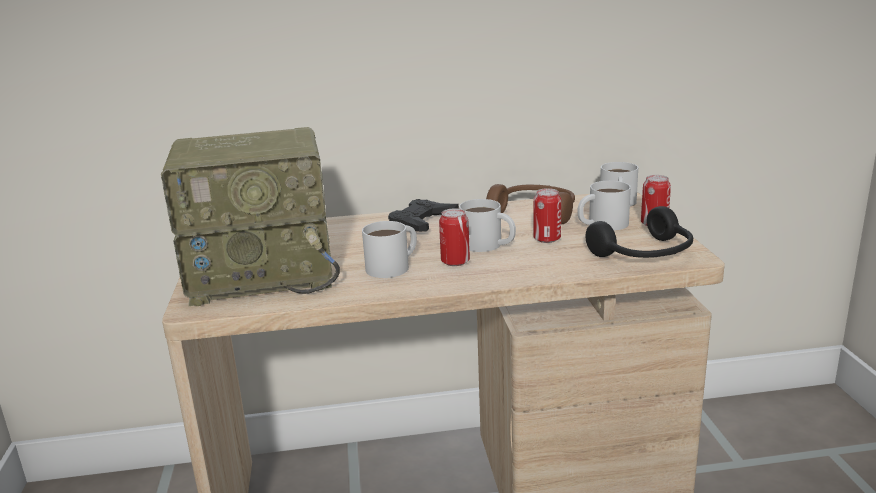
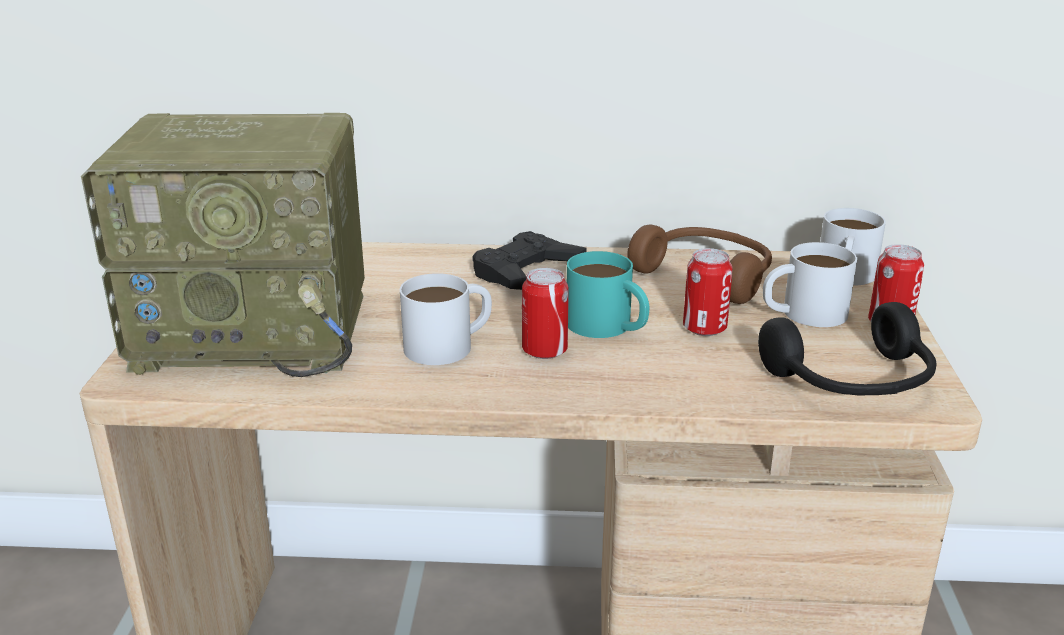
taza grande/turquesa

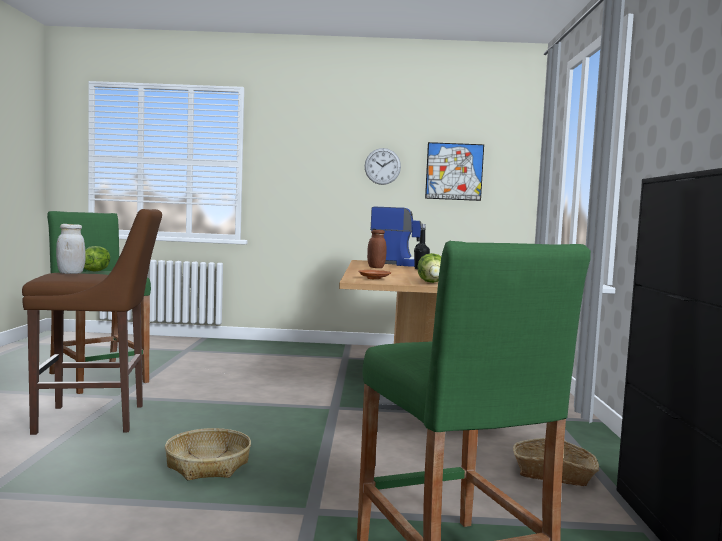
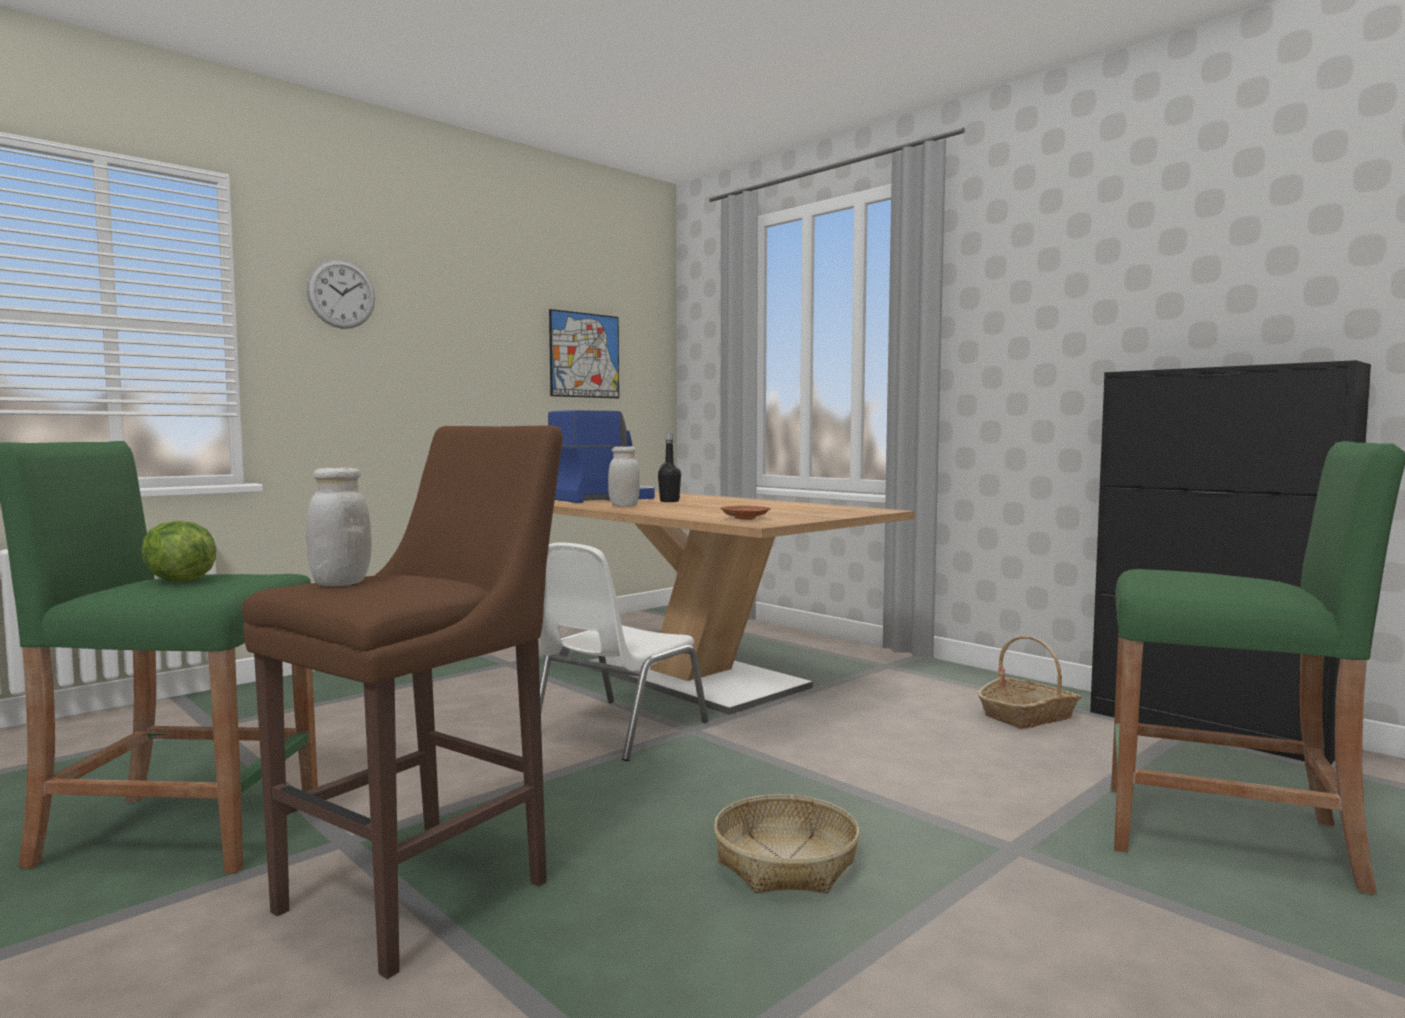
lechuga (2nd from left in the first image)
silla/blanco
reloj de pared
tarro/blanco (2nd from left)

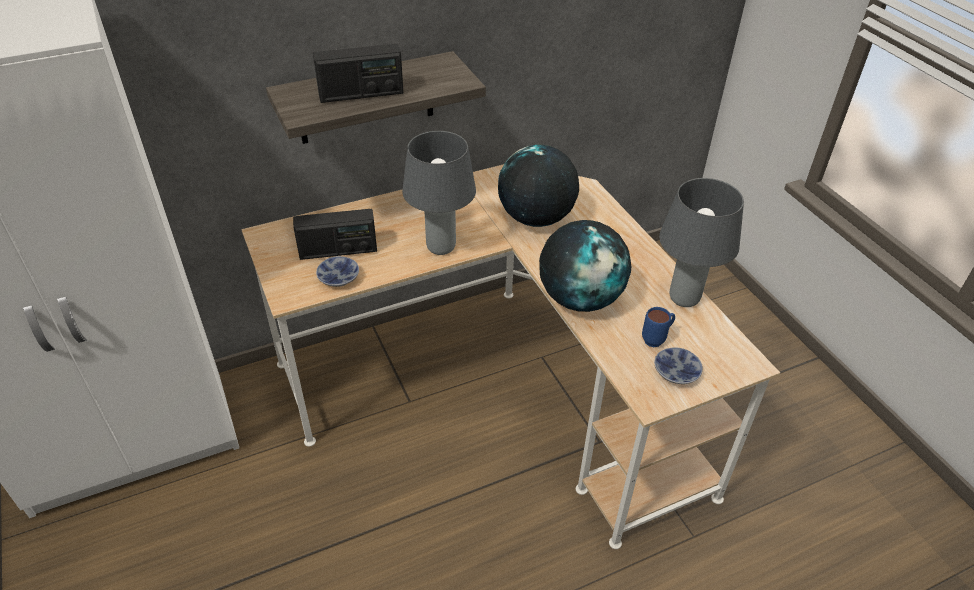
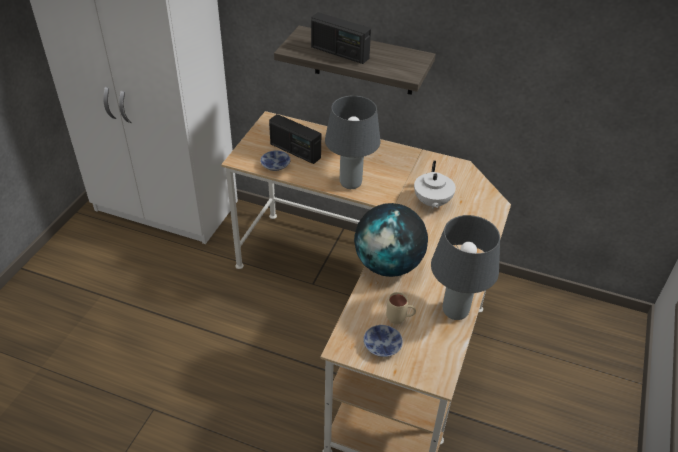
tetera/blanco
taza grande/beis

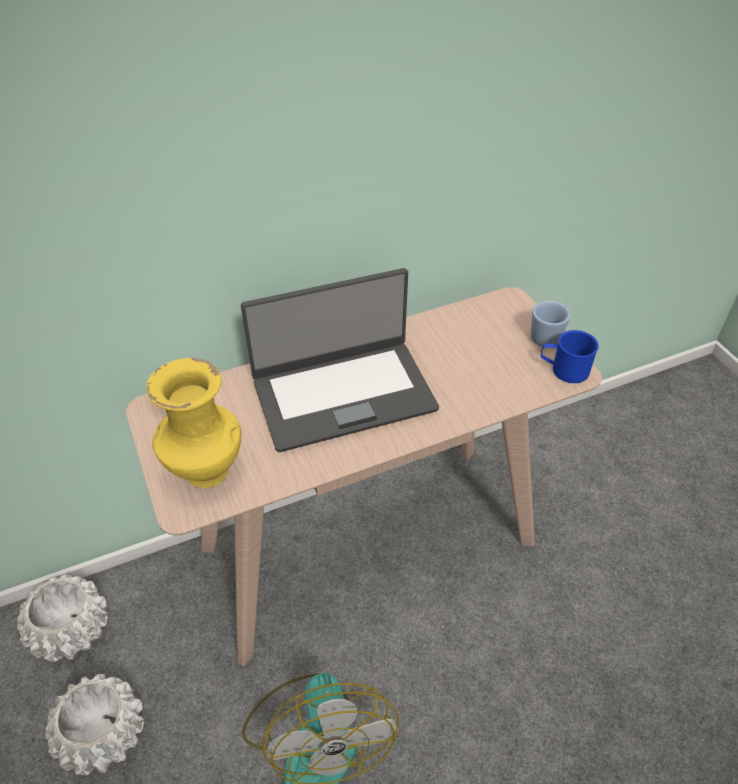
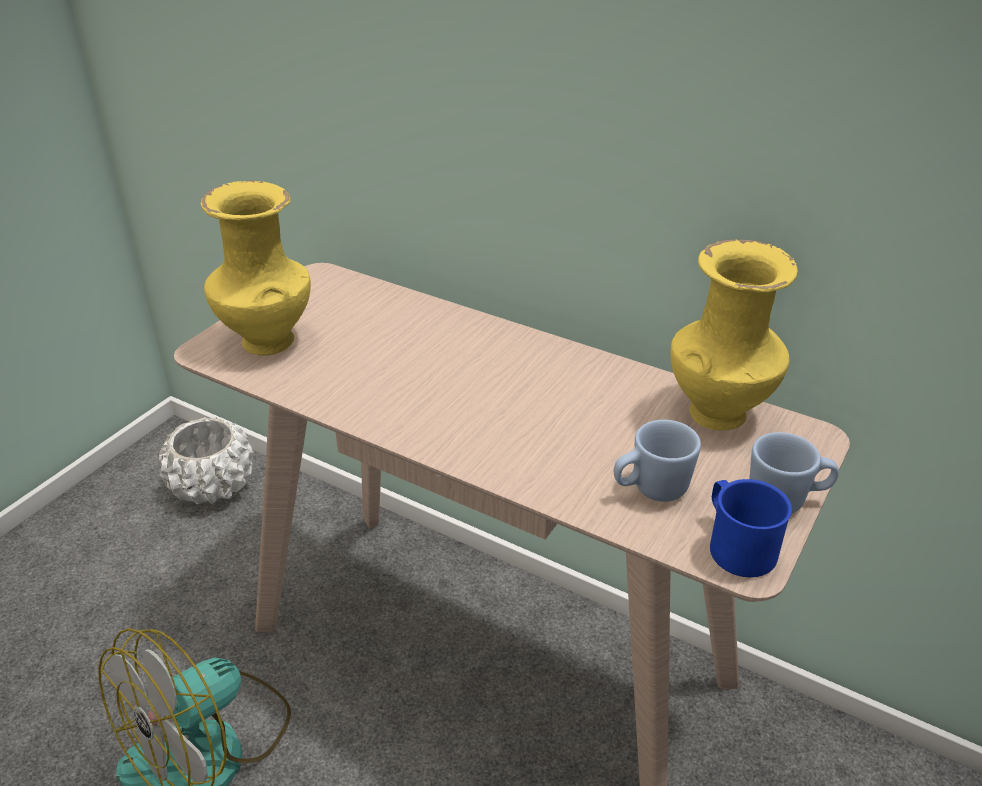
maceta/blanco (2nd from left in the first image)
portátil
taza grande/azul (1st from left)
florero/amarillo (2nd from left)

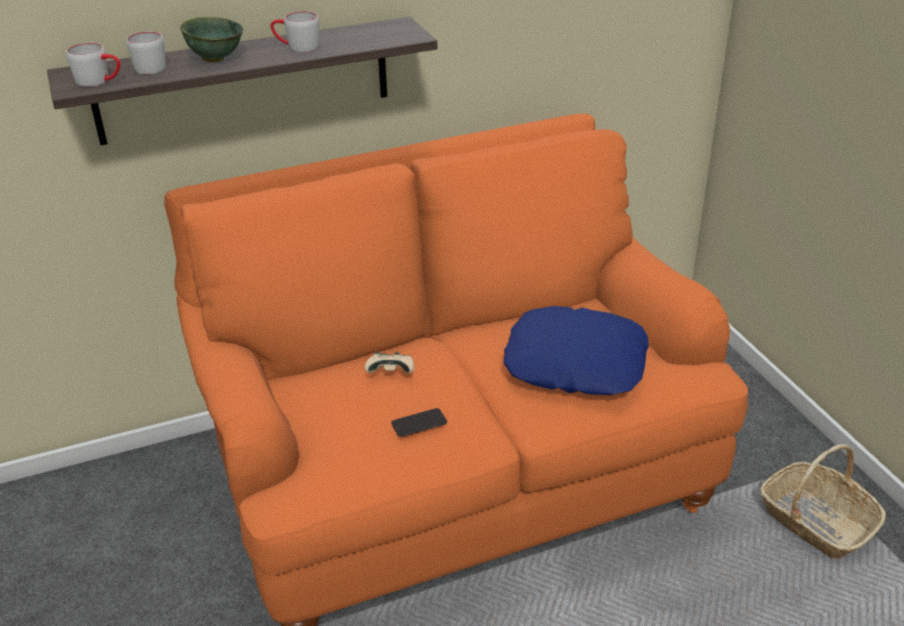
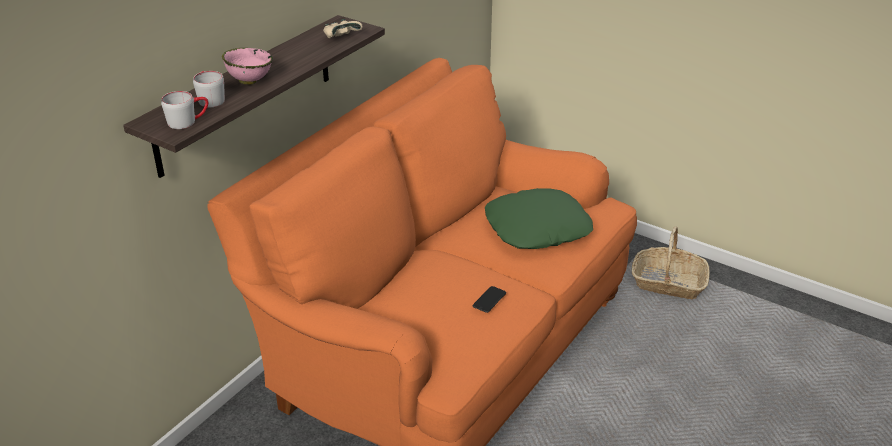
taza grande/gris (3rd from left in the first image)
mando de consola/beis
cuenco/rosa
cojín/verde

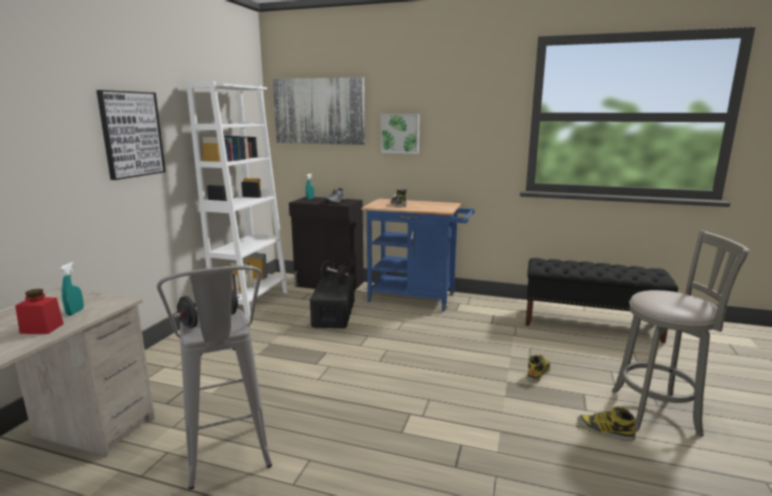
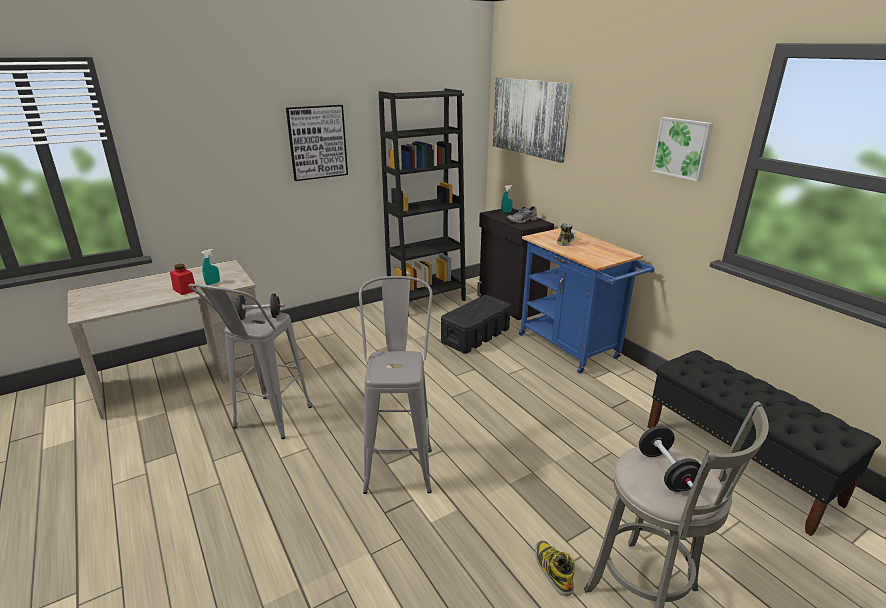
bota (1st from left in the first image)
taburete/gris (2nd from left)
mancuerna/negro (2nd from left)
cuadro (3rd from left)
estantería/negro

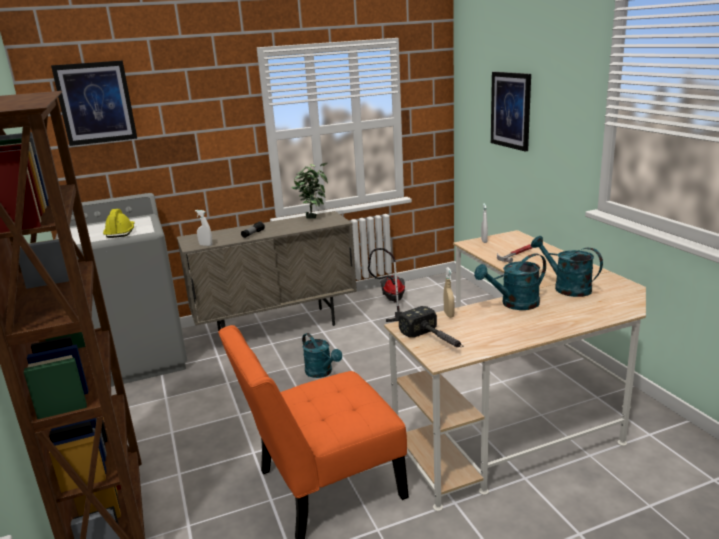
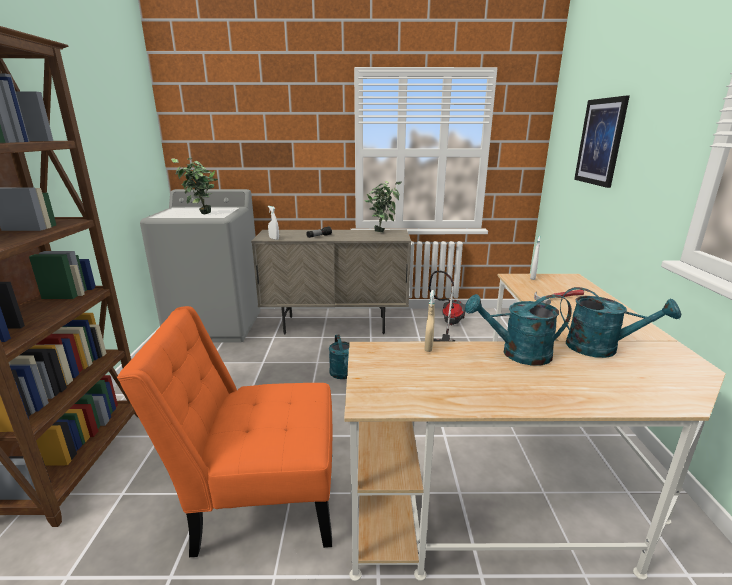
cuadro (1st from left in the first image)
martillo (1st from left in the first image)
planta en maceta (1st from left)
regadera/turquesa (3rd from left)

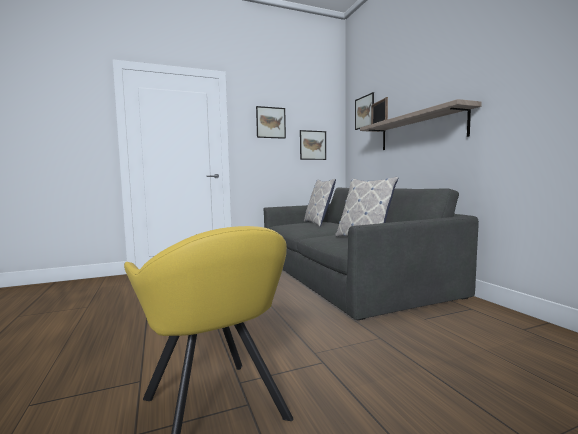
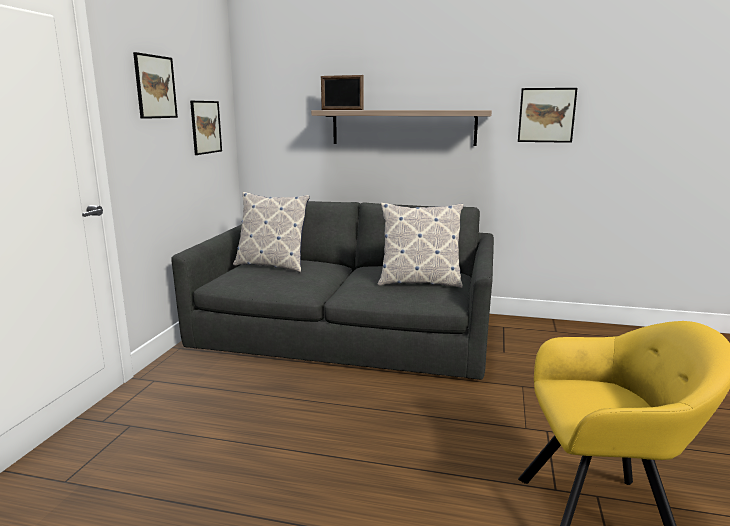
cuadro (3rd from left)

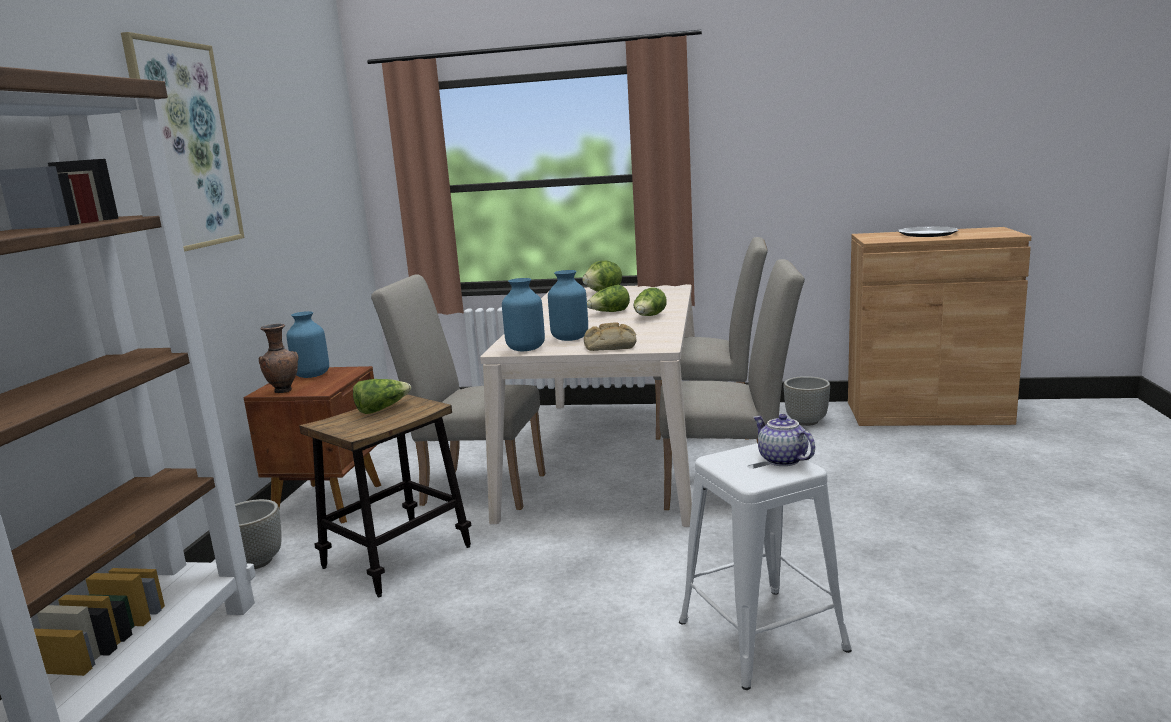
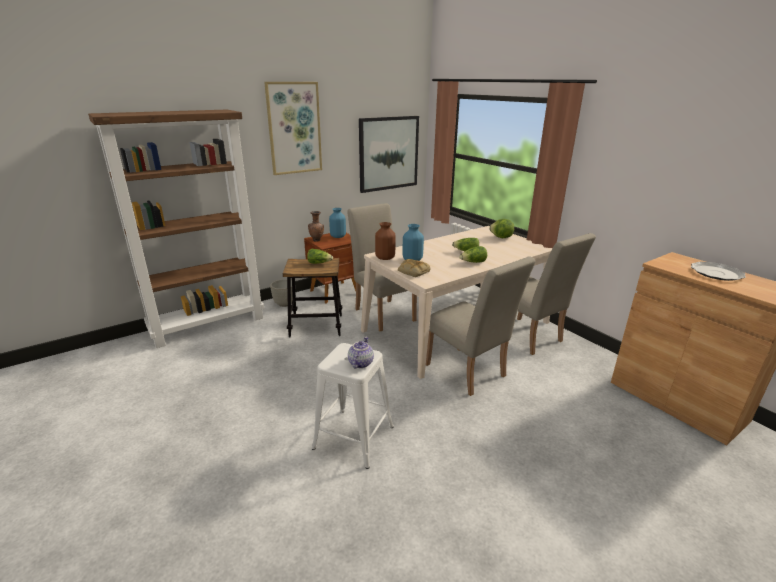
maceta/gris (2nd from left in the first image)
cuadro (2nd from left)
florero/marrón (2nd from left)

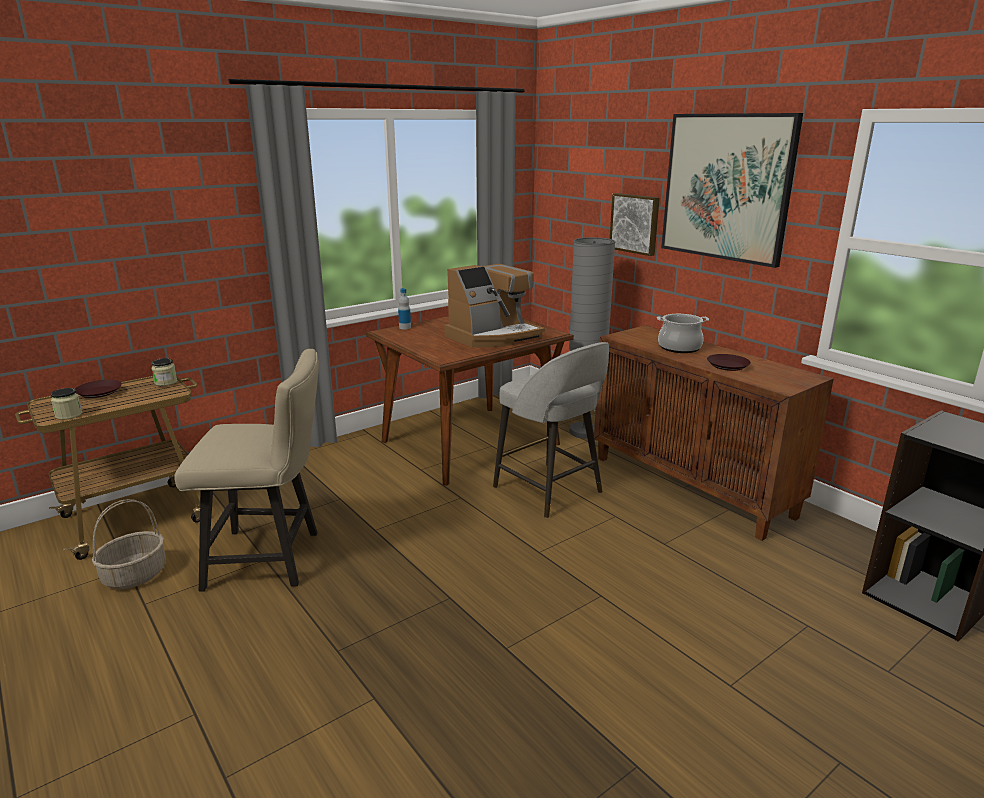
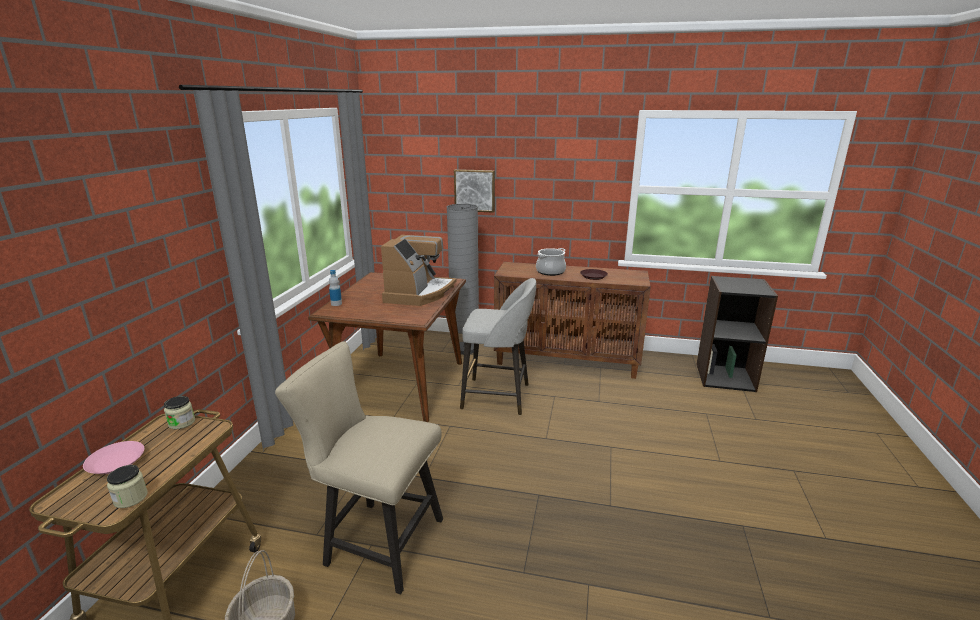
cuadro (2nd from left in the first image)
plato/rosa
silla/beis

